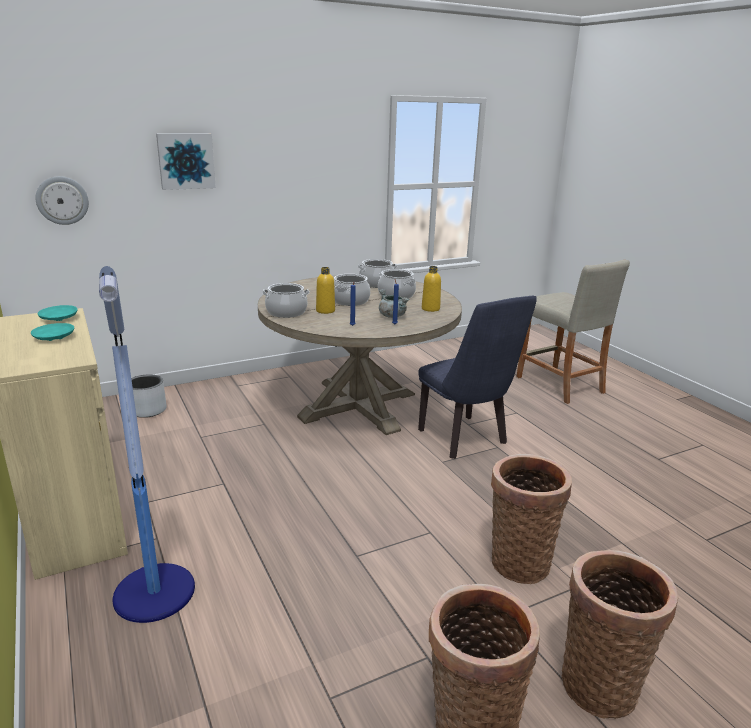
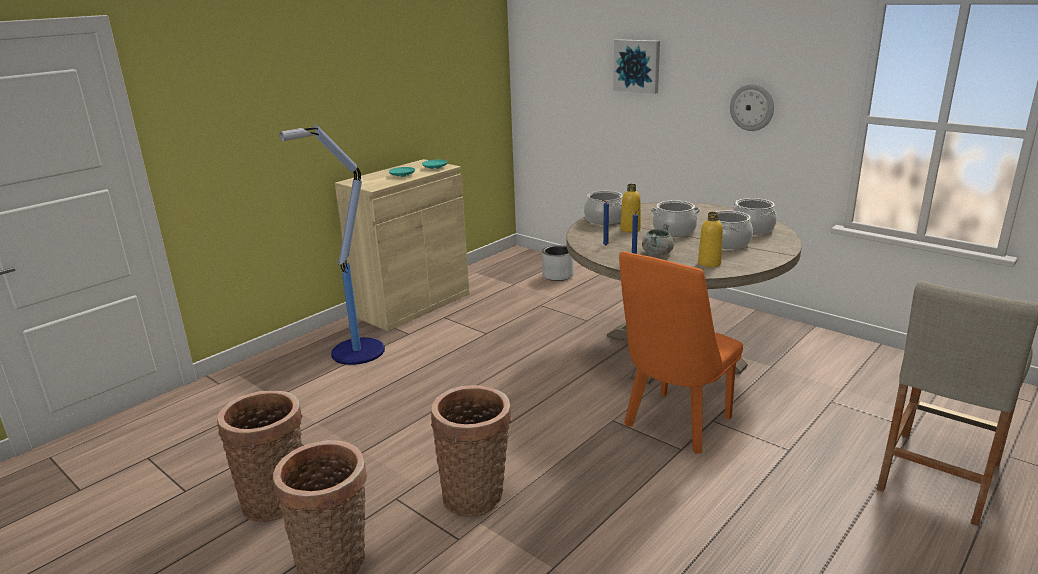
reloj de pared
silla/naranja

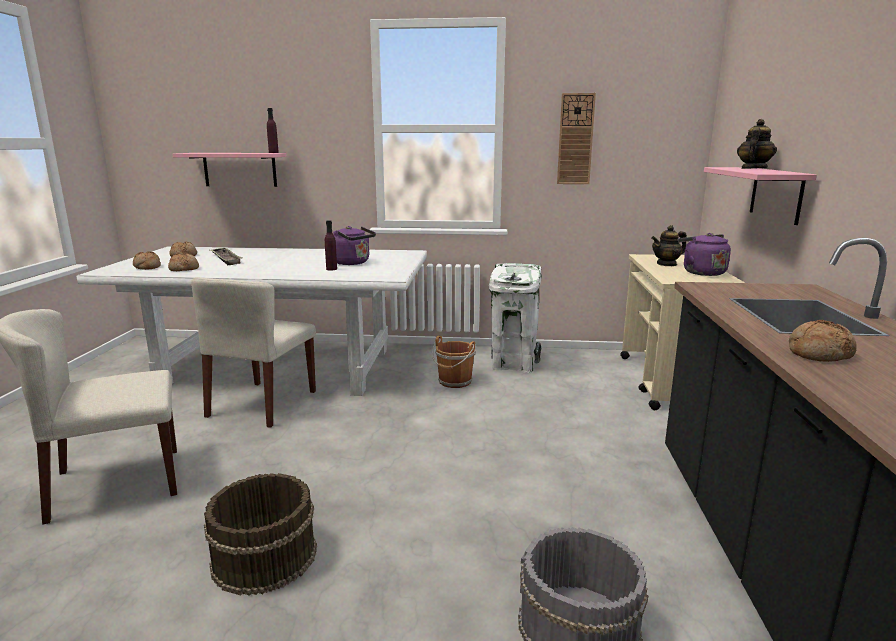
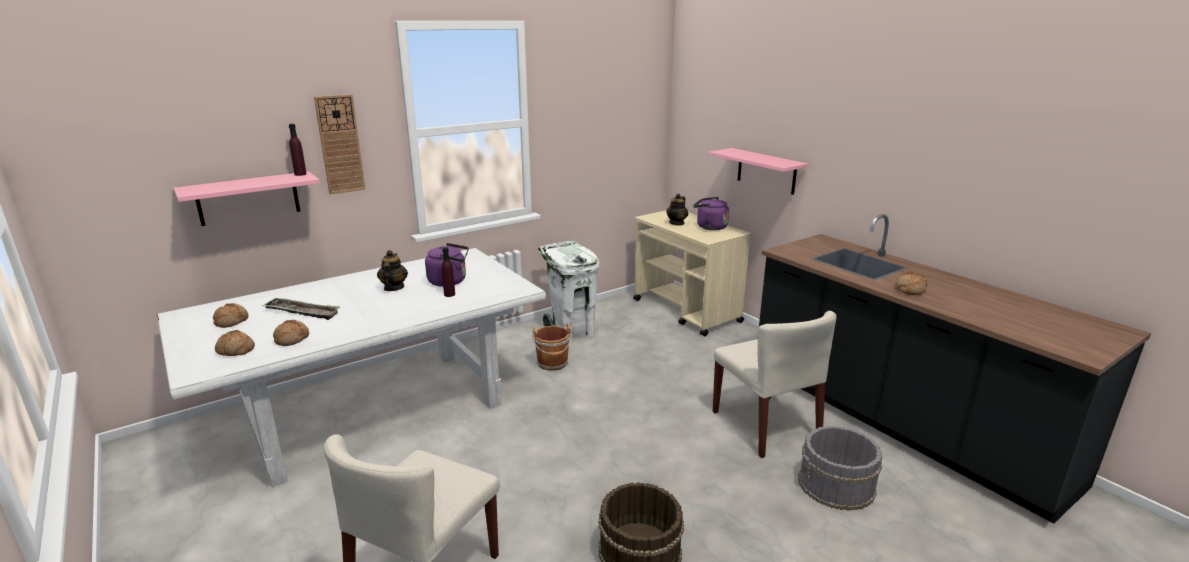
silla/beis (2nd from left)
reloj de pared
tetera (1st from left)

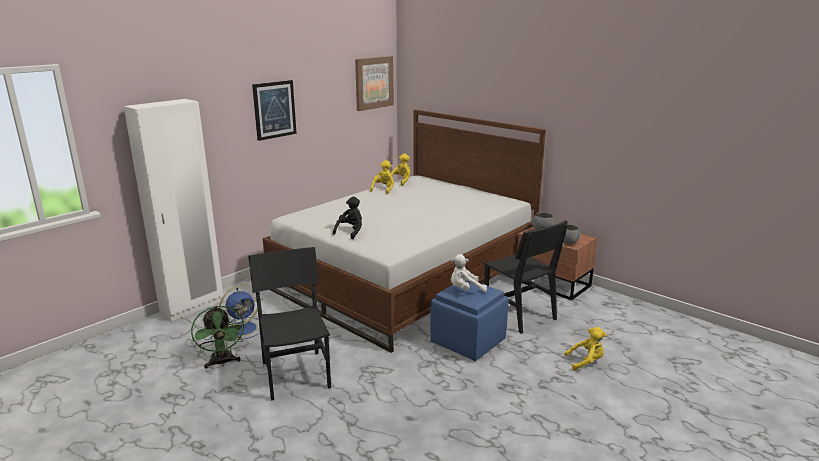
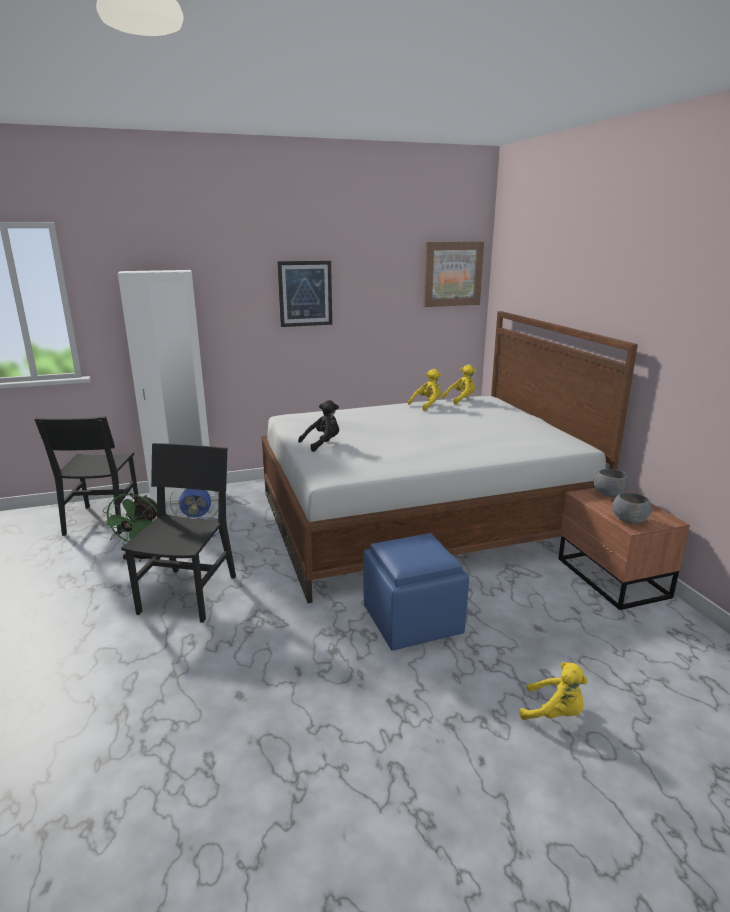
peluche/blanco
silla/negro (1st from left)

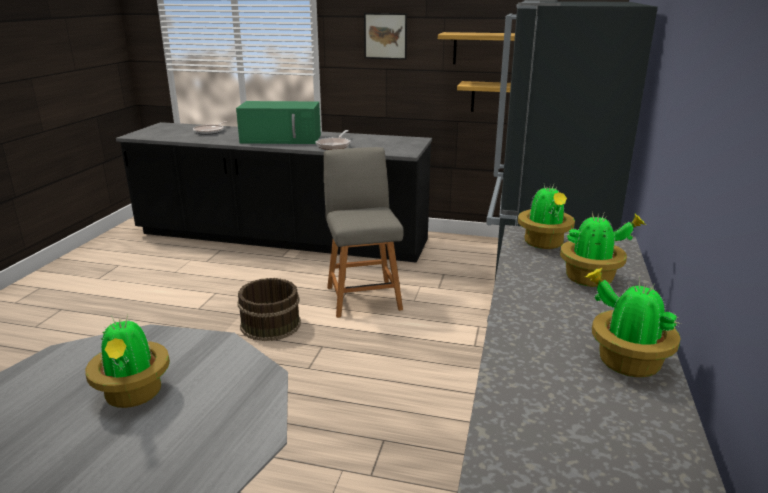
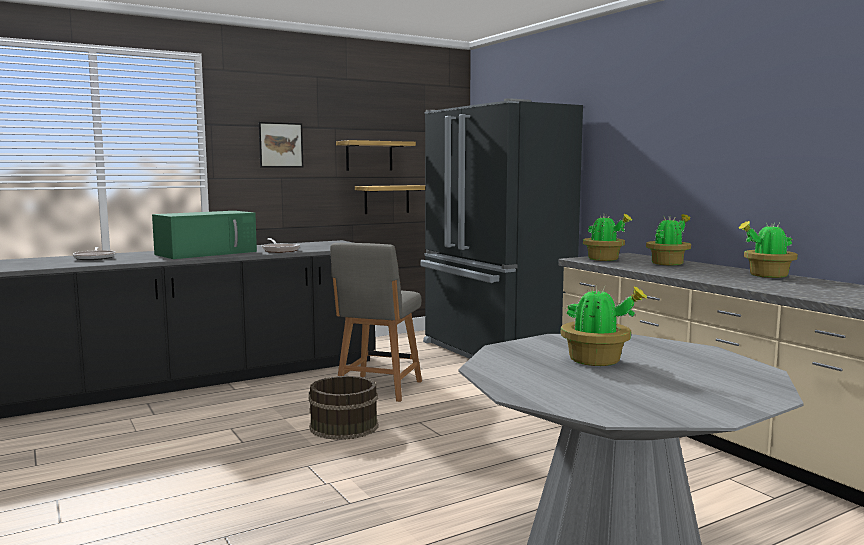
silla/gris

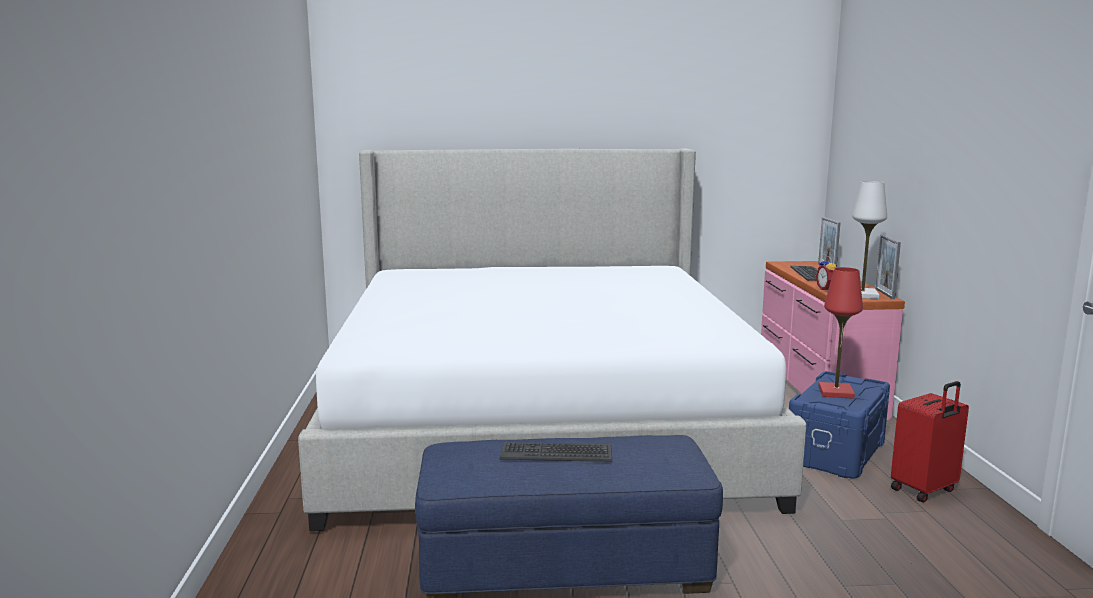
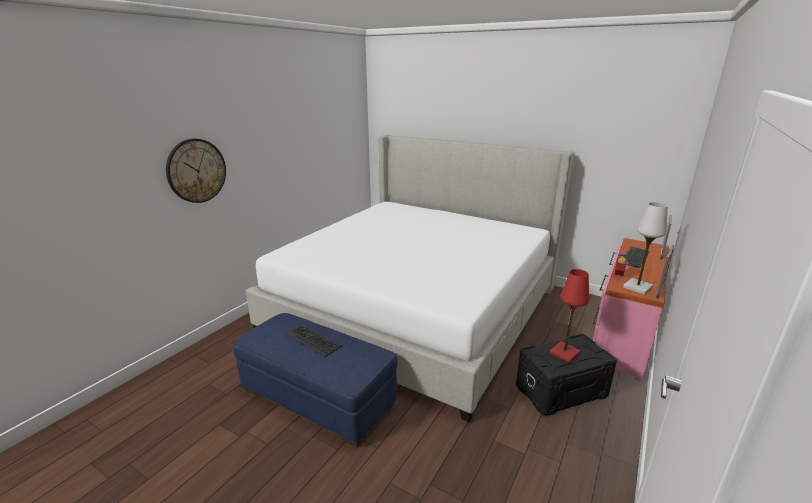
maleta/rojo
reloj de pared
caja de almacenaje/negro

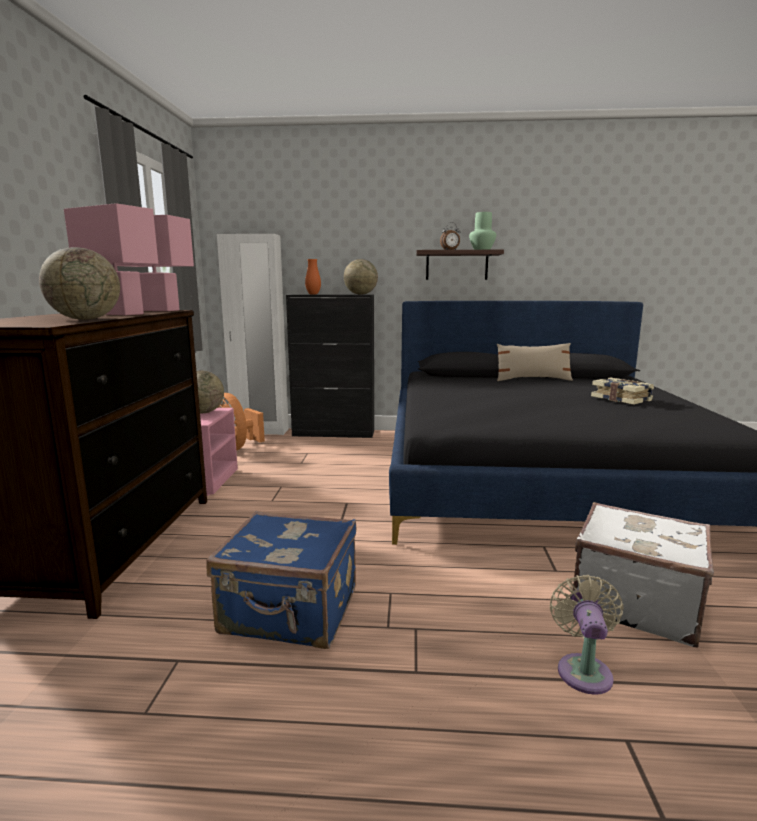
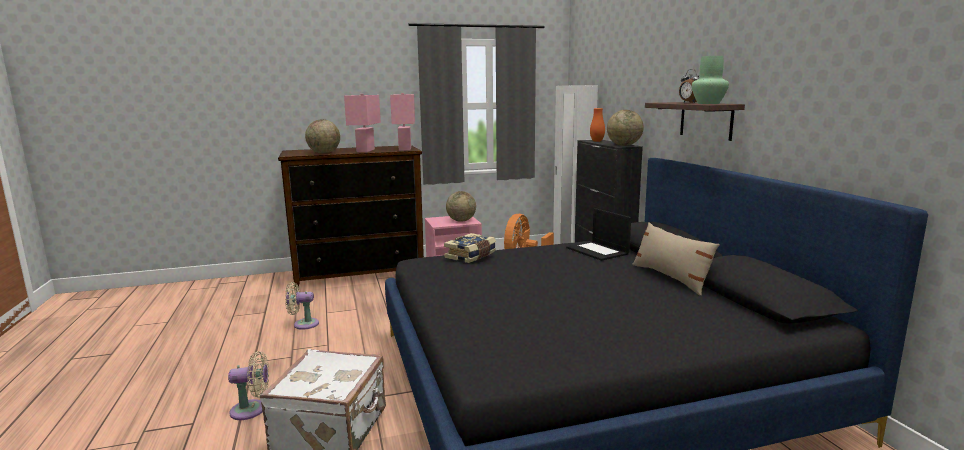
portátil
libro
ventilador/beis (2nd from left)

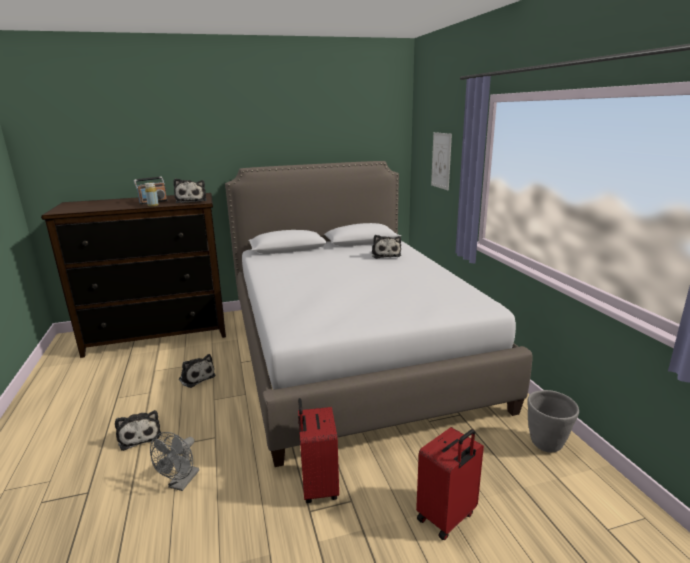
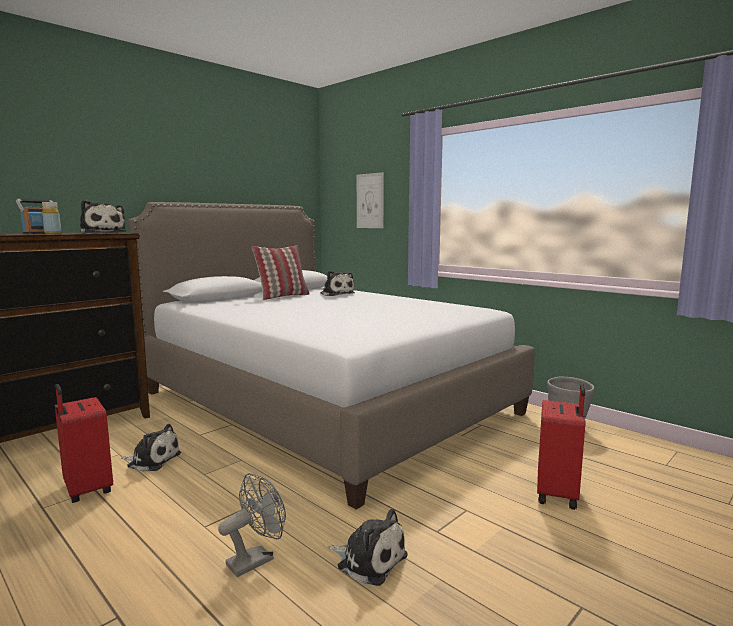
cojín
peluche (4th from left)
maleta/rojo (1st from left)
ventilador/gris

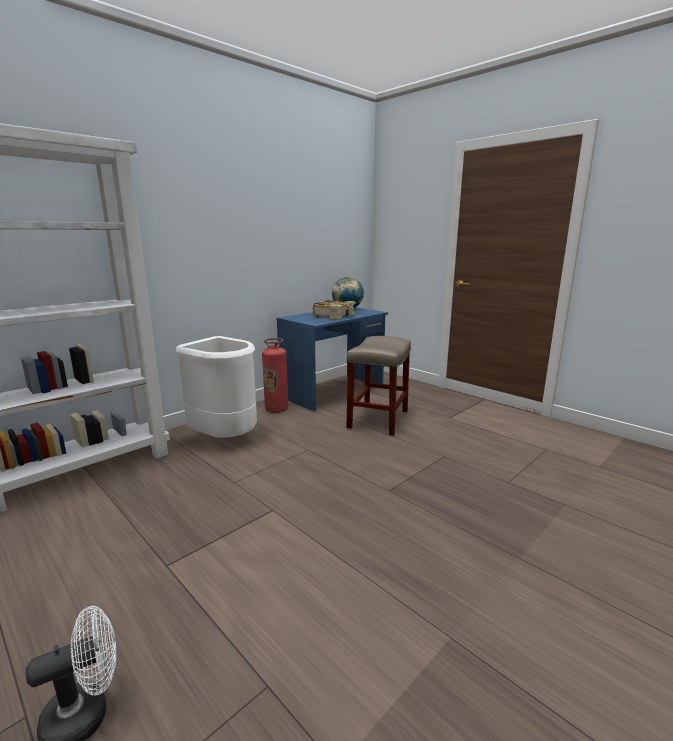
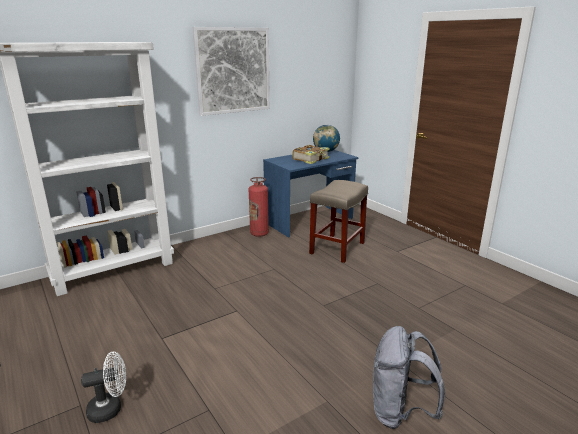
papelera/blanco
cuadro
mochila/gris

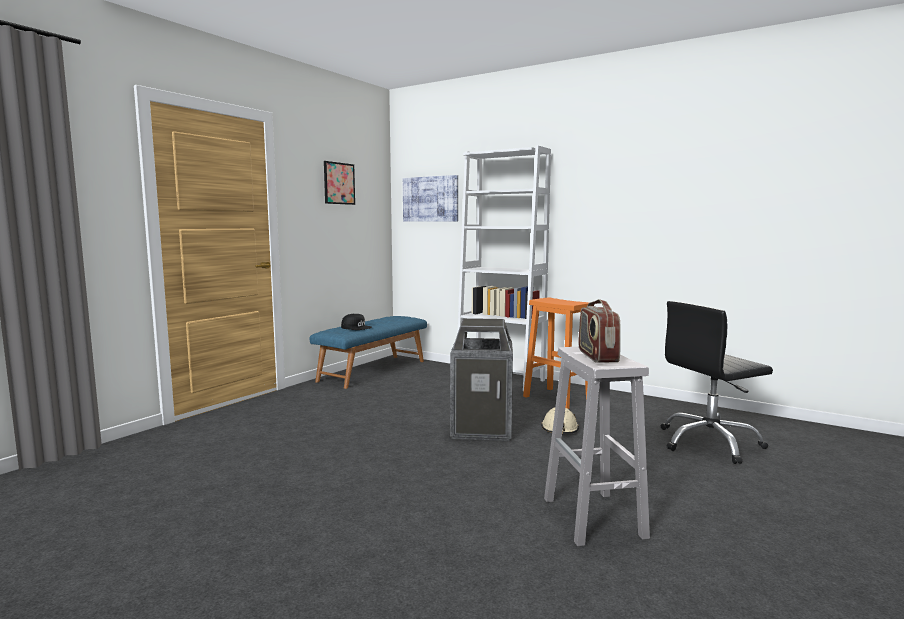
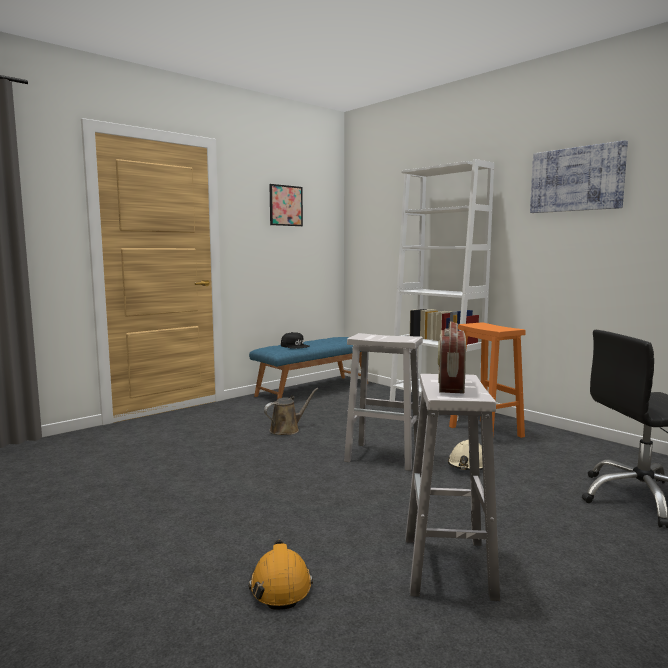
casco/naranja
regadera/marrón
cuadro (2nd from left)
taburete/blanco (1st from left)

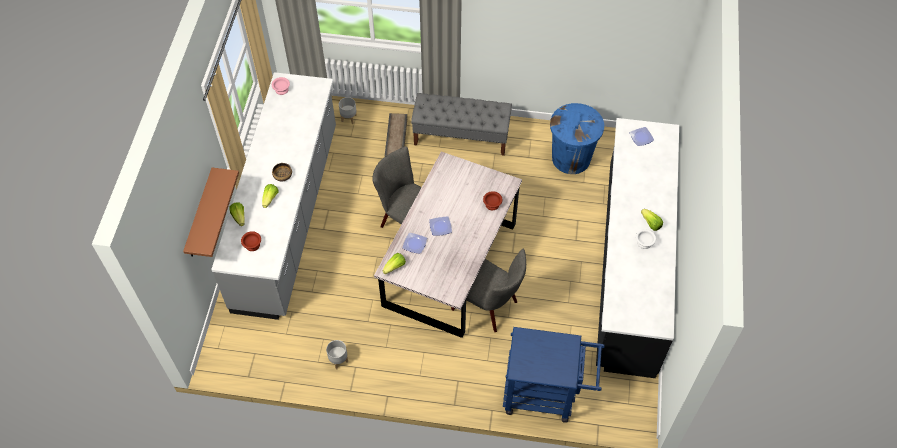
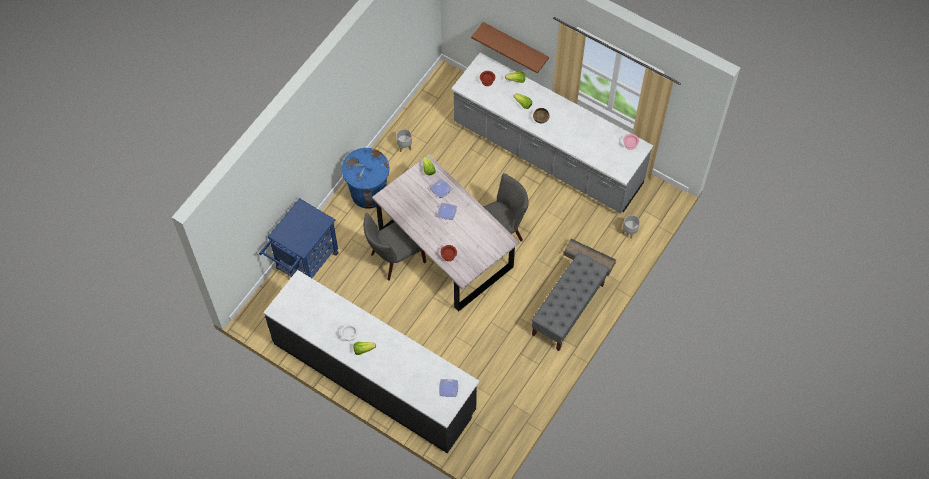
papelera/azul

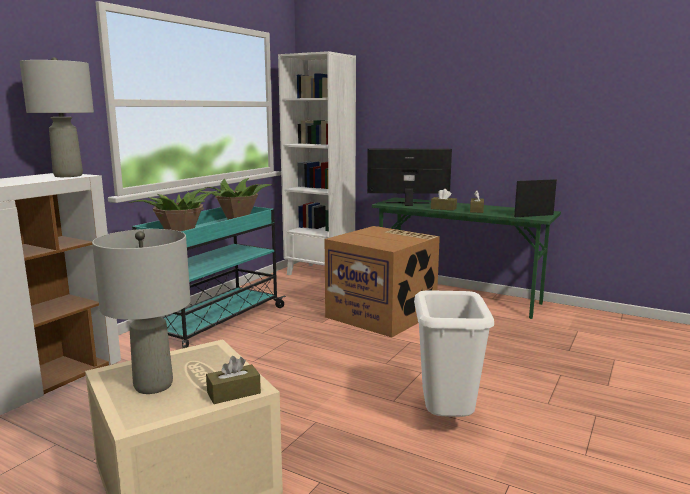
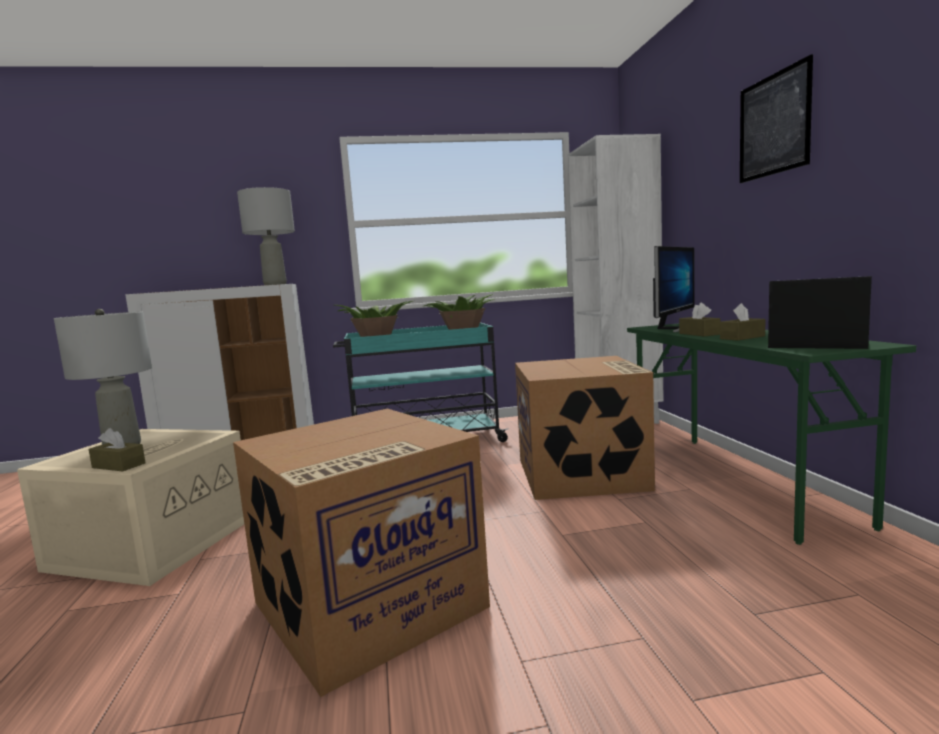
cuadro
caja de cartón (1st from left)
monitor

